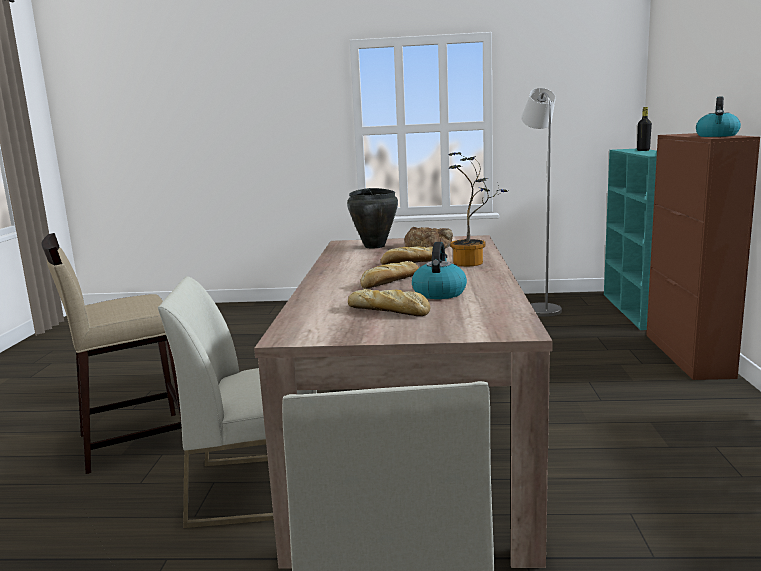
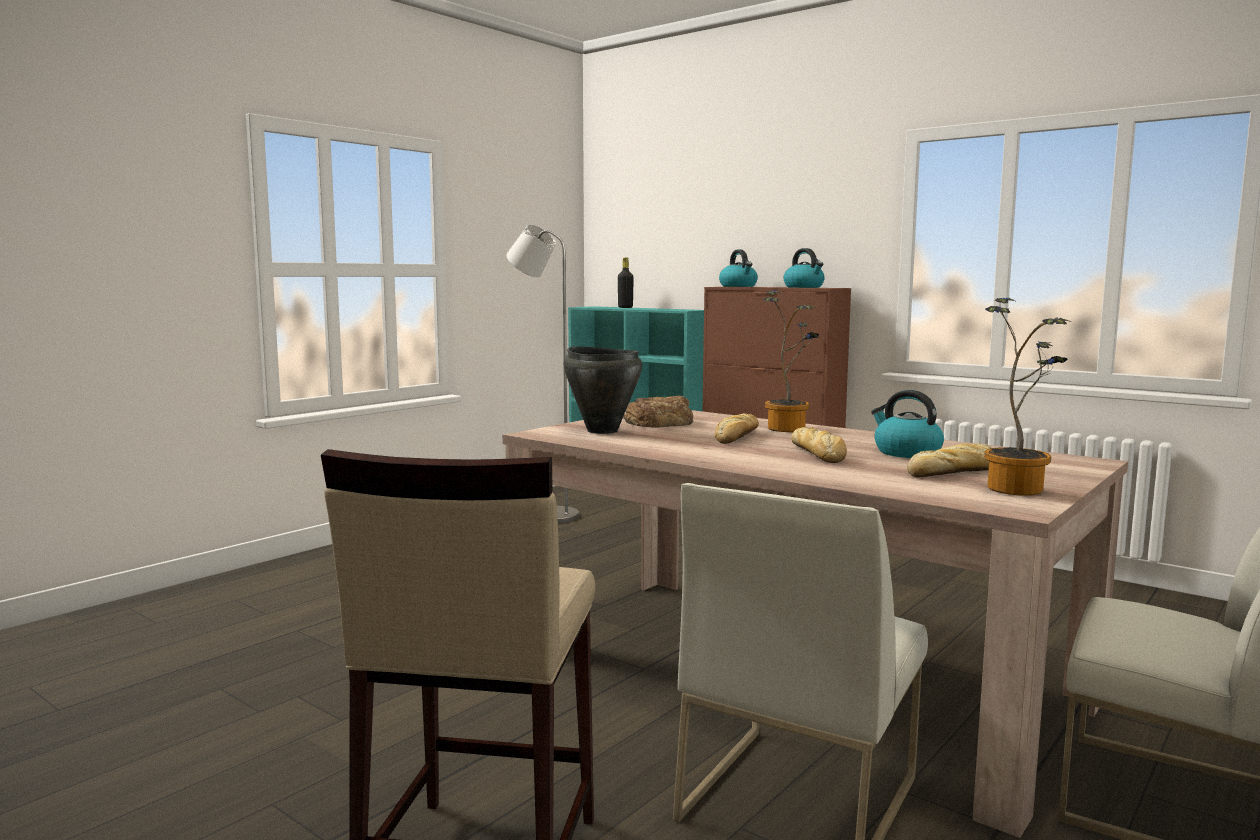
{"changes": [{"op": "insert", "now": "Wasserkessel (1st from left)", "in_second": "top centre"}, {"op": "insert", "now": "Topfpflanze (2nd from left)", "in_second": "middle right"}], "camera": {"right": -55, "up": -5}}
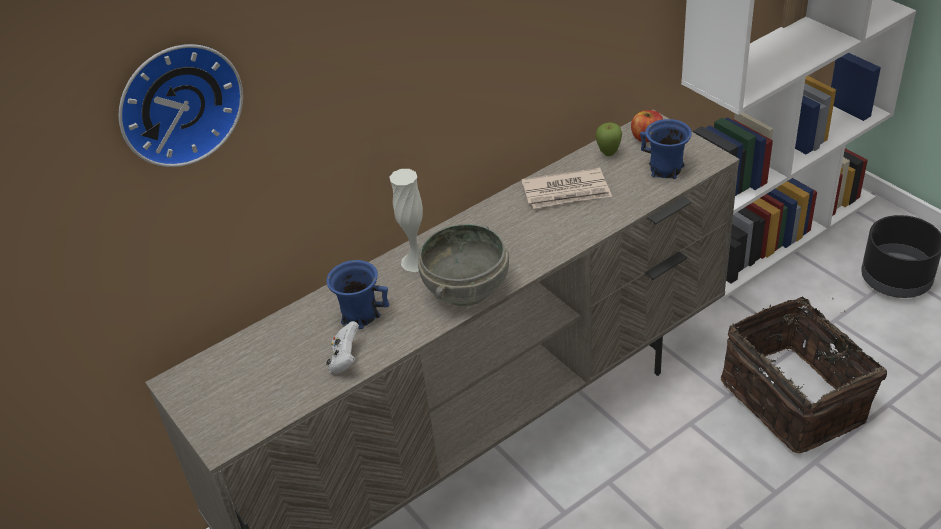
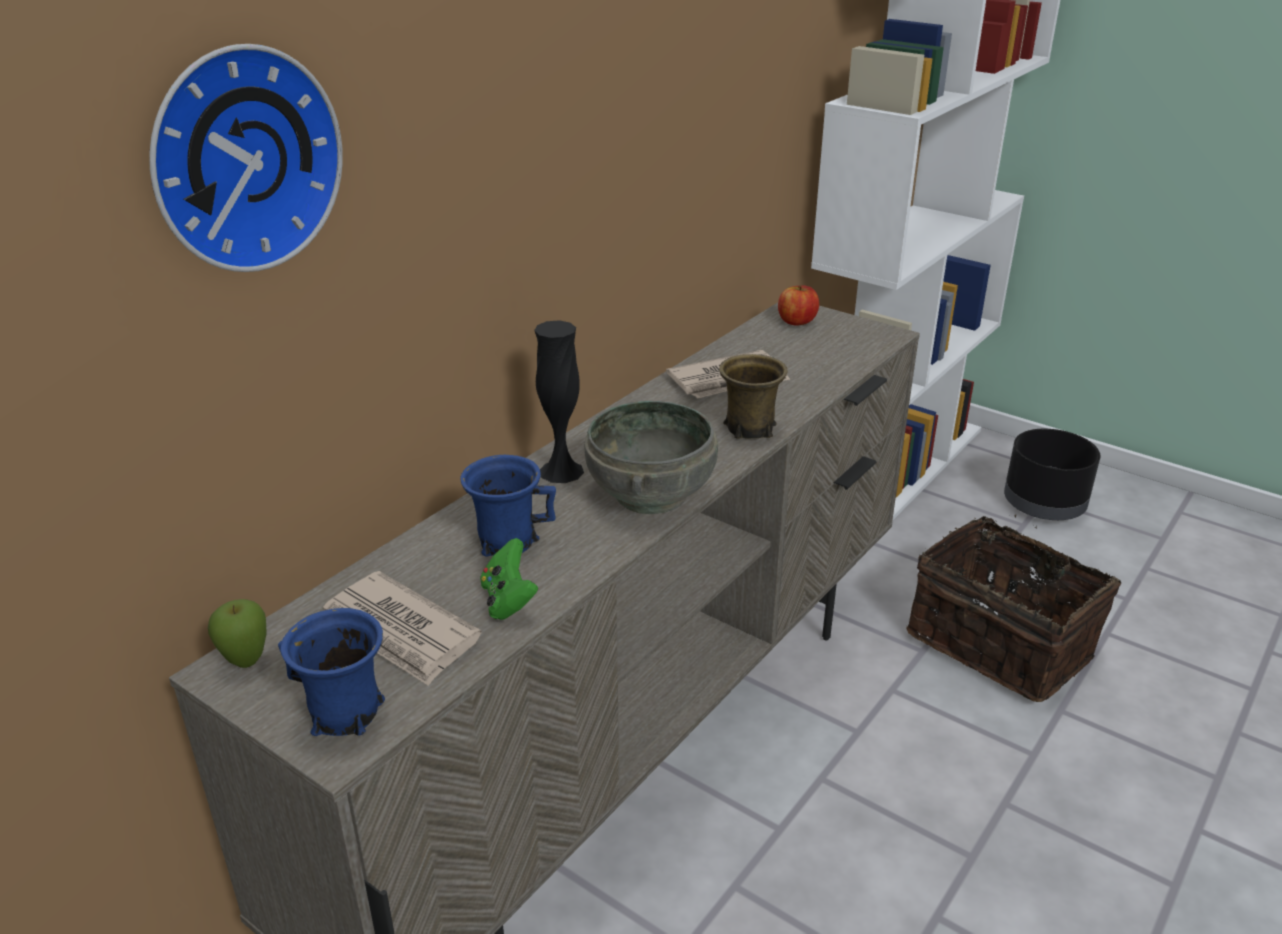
{"changes": [{"op": "insert", "now": "Zeitung (1st from left)", "in_second": "bottom left"}, {"op": "insert", "now": "Henkelbecher/braun", "in_second": "centre"}, {"op": "move", "was": "Apfel (1st from left)", "in_first": "top centre", "in_second": "bottom left"}, {"op": "move", "was": "Henkelbecher/blau (2nd from left in the first image)", "now": "Henkelbecher/blau (1st from left)", "in_first": "top right", "in_second": "bottom left"}, {"op": "recolor", "was": "Gamepad/weiß", "now": "Gamepad/grün", "in_first": "centre", "in_second": "centre"}, {"op": "recolor", "was": "Vase/weiß", "now": "Vase/schwarz", "in_first": "centre", "in_second": "centre"}], "camera": {"right": -20, "up": -10}}
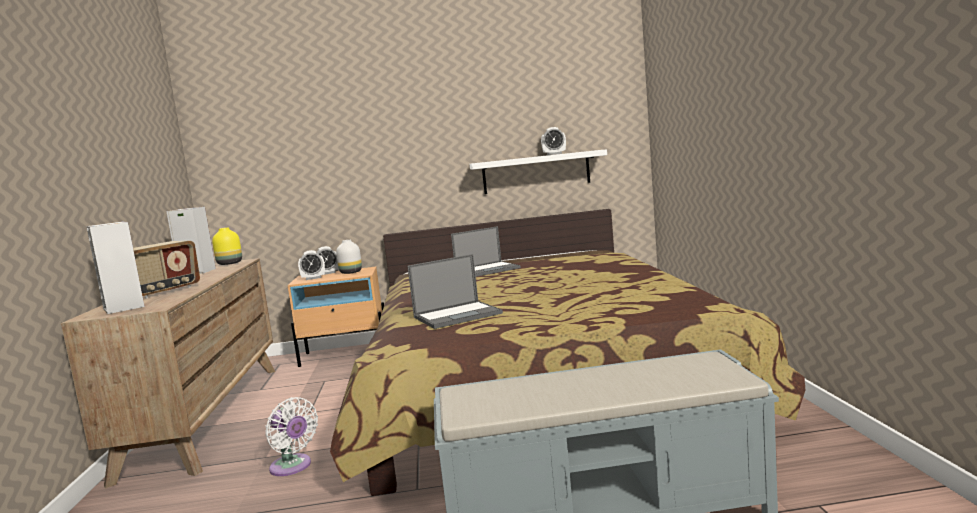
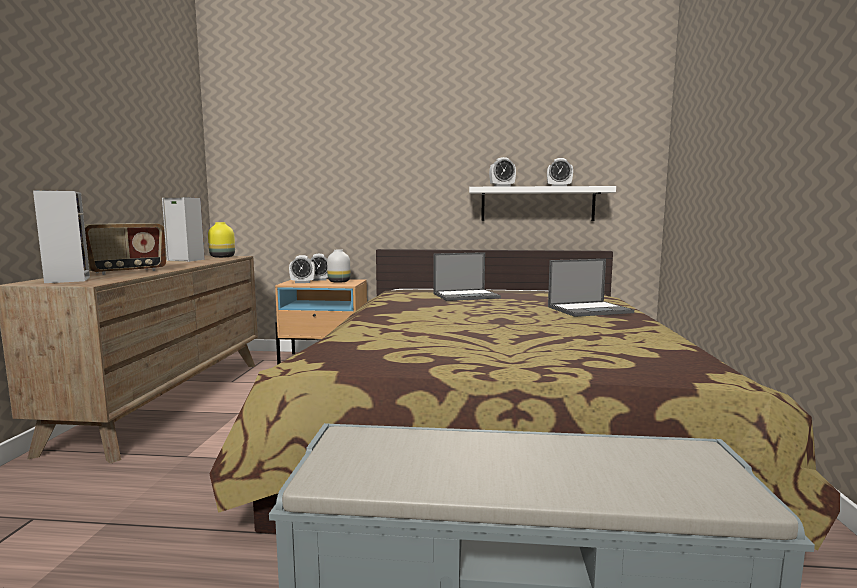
{"changes": [{"op": "delete", "was": "Ventilator/weiß", "in_first": "bottom left"}, {"op": "insert", "now": "Wecker (3rd from left)", "in_second": "top centre"}, {"op": "move", "was": "Laptop (1st from left in the first image)", "now": "Laptop (2nd from left)", "in_first": "centre", "in_second": "middle right"}], "camera": {"right": 10, "up": 0}}
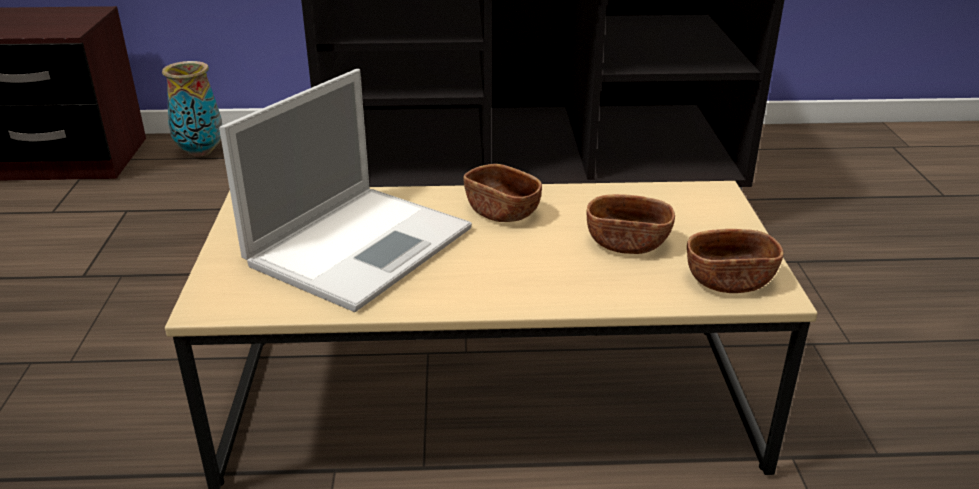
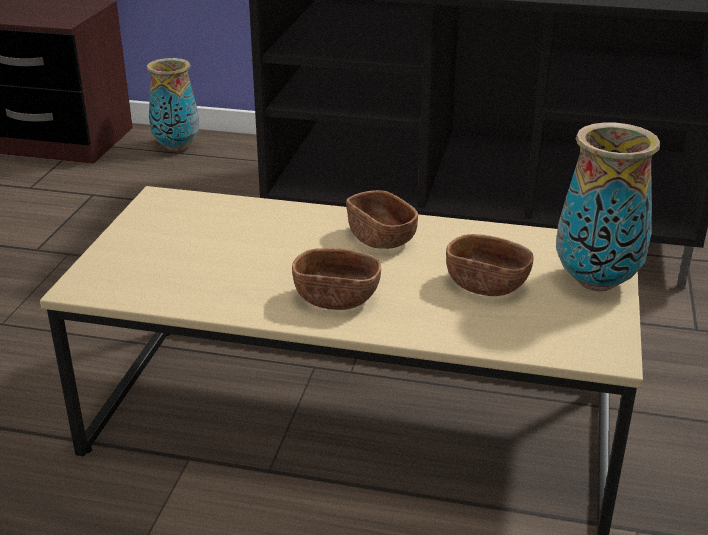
{"changes": [{"op": "delete", "was": "Laptop", "in_first": "centre"}, {"op": "insert", "now": "Vase (2nd from left)", "in_second": "middle right"}, {"op": "move", "was": "Schüssel/braun (3rd from left in the first image)", "now": "Schüssel/braun (1st from left)", "in_first": "middle right", "in_second": "centre"}], "camera": {"right": 15, "up": 0}}
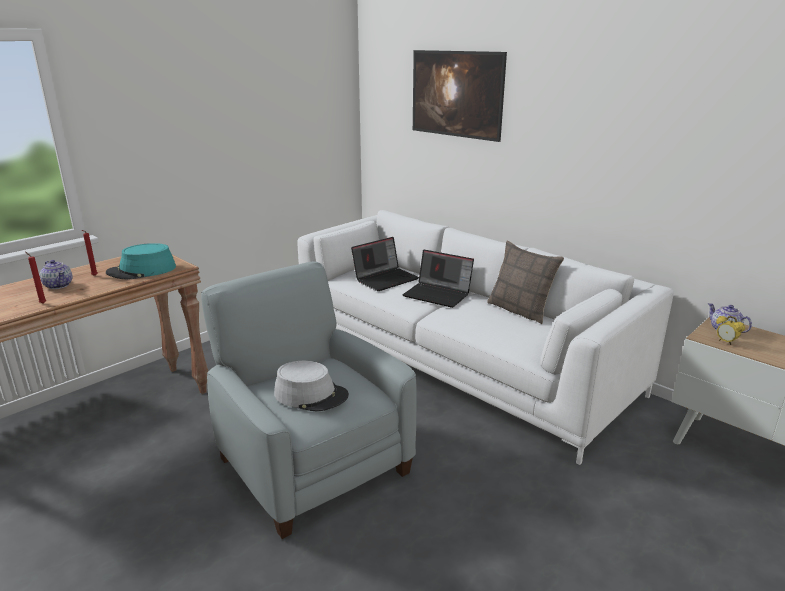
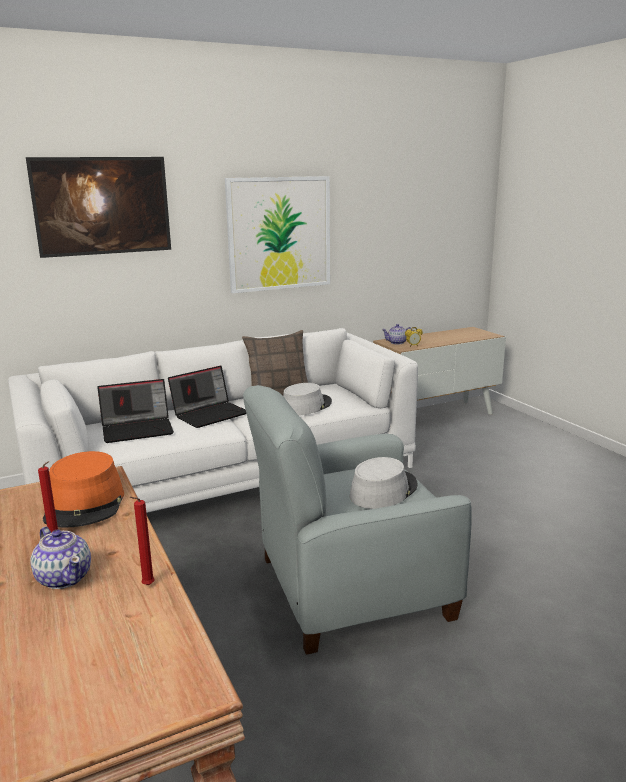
{"changes": [{"op": "insert", "now": "Bild (2nd from left)", "in_second": "top centre"}, {"op": "insert", "now": "Hut/grau (1st from left)", "in_second": "centre"}, {"op": "recolor", "was": "Hut/türkis", "now": "Hut/orange", "in_first": "middle left", "in_second": "middle left"}, {"op": "rotate", "was": "Teekanne (1st from left)", "in_first": "middle left", "in_second": "bottom left", "clockwise": 75}, {"op": "rotate", "was": "Laptop (1st from left)", "in_first": "centre", "in_second": "middle left", "clockwise": 90}], "camera": {"right": -70, "up": -5}}
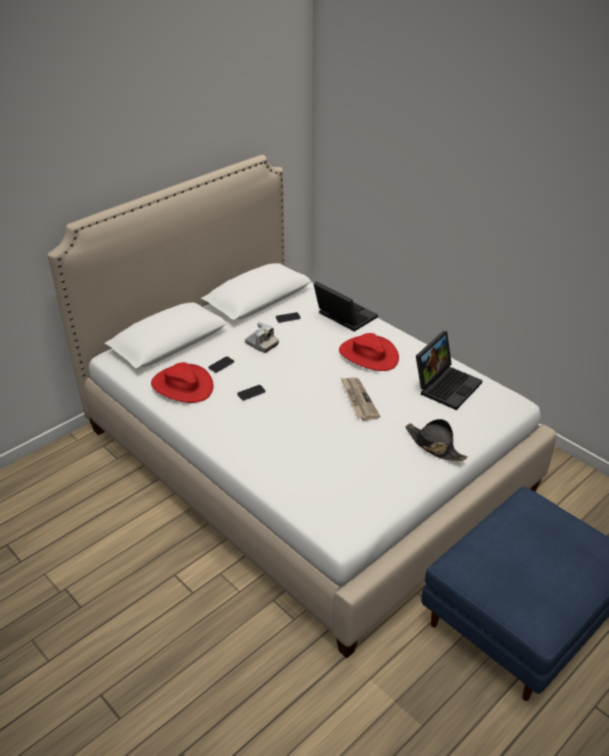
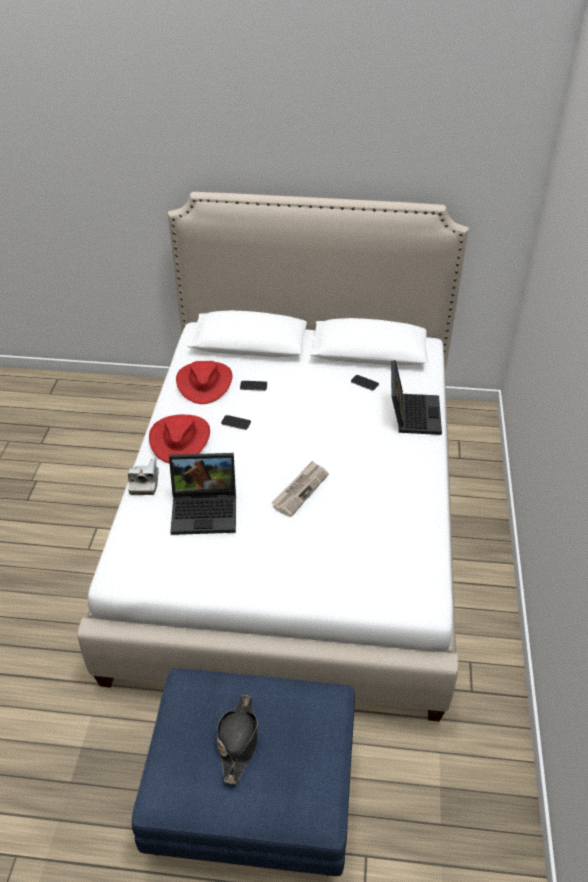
{"changes": [{"op": "move", "was": "Kamera", "in_first": "centre", "in_second": "middle left"}, {"op": "move", "was": "Hut/rot (2nd from left in the first image)", "now": "Hut/rot (1st from left)", "in_first": "centre", "in_second": "middle left"}, {"op": "move", "was": "Hut/schwarz", "in_first": "middle right", "in_second": "bottom centre"}, {"op": "move", "was": "Laptop (2nd from left in the first image)", "now": "Laptop (1st from left)", "in_first": "middle right", "in_second": "centre"}], "camera": {"right": 50, "up": 5}}
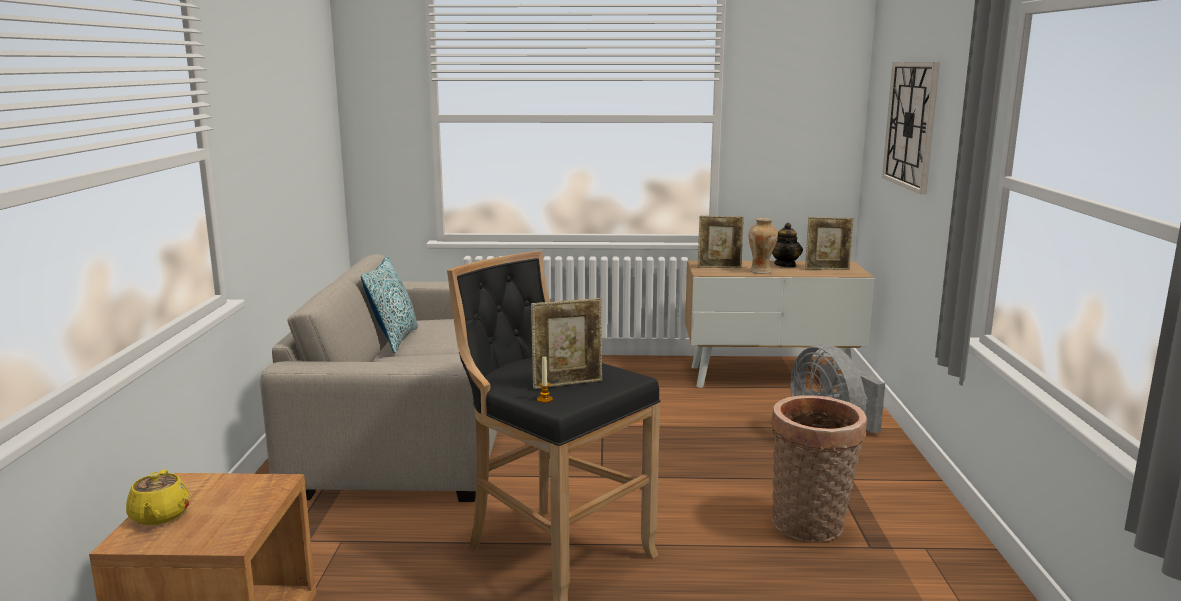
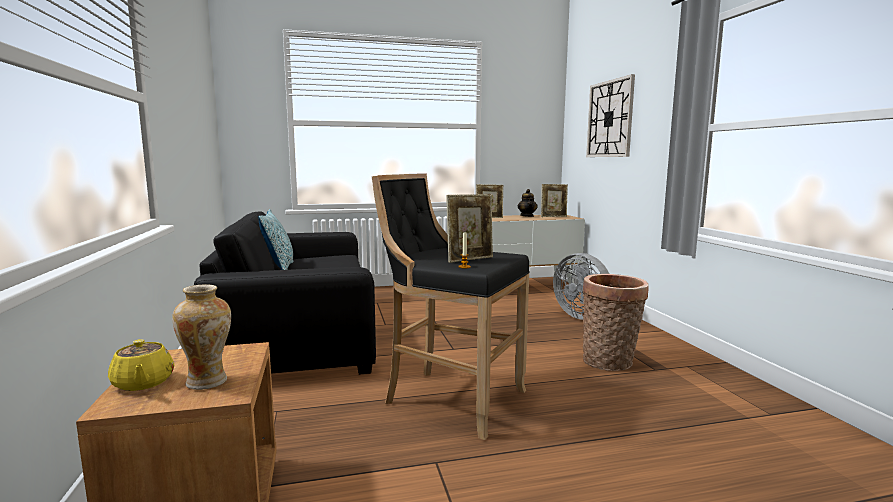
{"changes": [{"op": "move", "was": "Vase", "in_first": "centre", "in_second": "bottom left"}, {"op": "recolor", "was": "Sofa/beige", "now": "Sofa/schwarz", "in_first": "middle left", "in_second": "middle left"}], "camera": {"right": -15, "up": -5}}
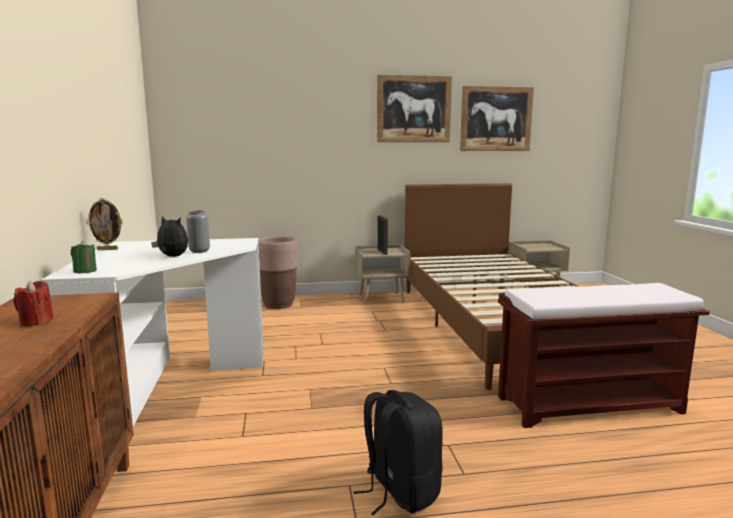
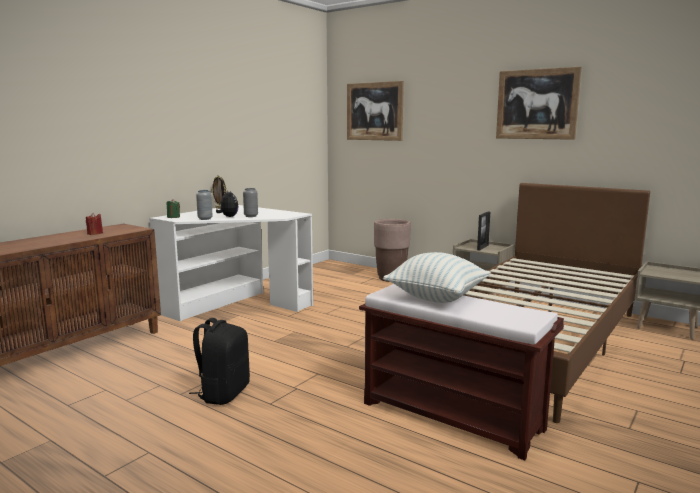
{"changes": [{"op": "insert", "now": "Vase/grau (1st from left)", "in_second": "middle left"}, {"op": "insert", "now": "Kissen", "in_second": "centre"}, {"op": "move", "was": "Bild (2nd from left in the first image)", "now": "Bild (1st from left)", "in_first": "top right", "in_second": "top centre"}], "camera": {"right": 45, "up": 0}}
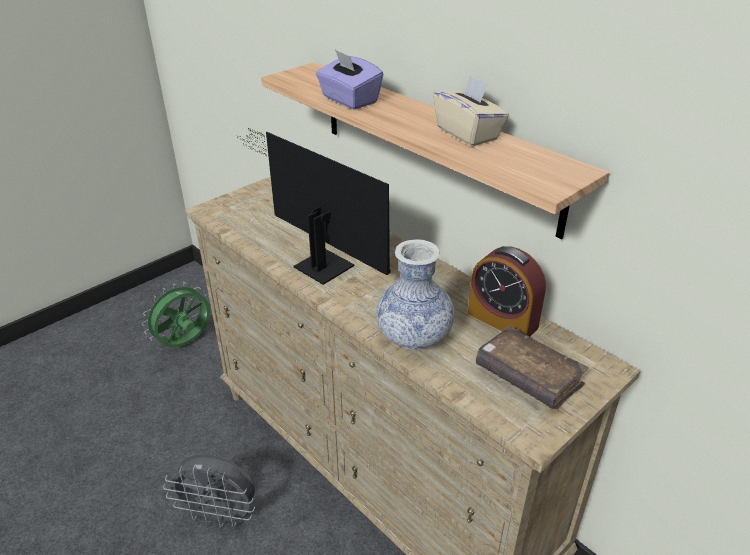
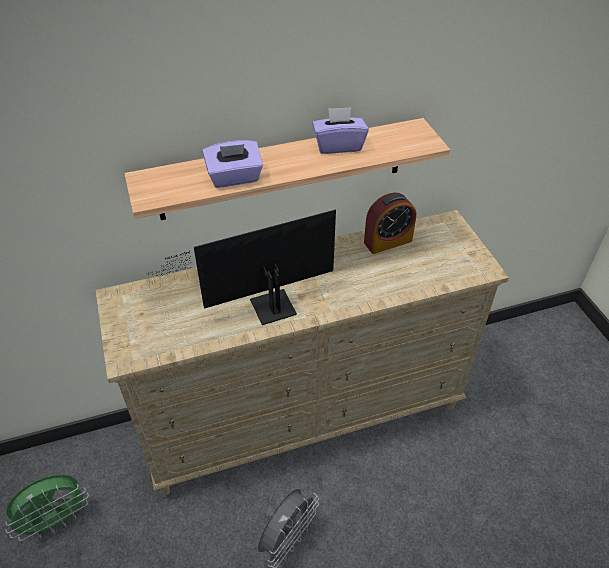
{"changes": [{"op": "delete", "was": "Vase", "in_first": "centre"}, {"op": "delete", "was": "Buch/braun", "in_first": "middle right"}, {"op": "recolor", "was": "Taschentuchbox/beige", "now": "Taschentuchbox/lila (2nd from left)", "in_first": "top centre", "in_second": "top centre"}, {"op": "rotate", "was": "Ventilator/grün", "in_first": "middle left", "in_second": "bottom left", "clockwise": -105}], "camera": {"right": -65, "up": 10}}
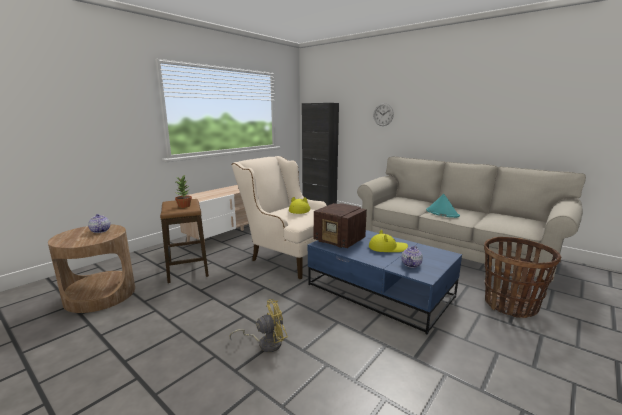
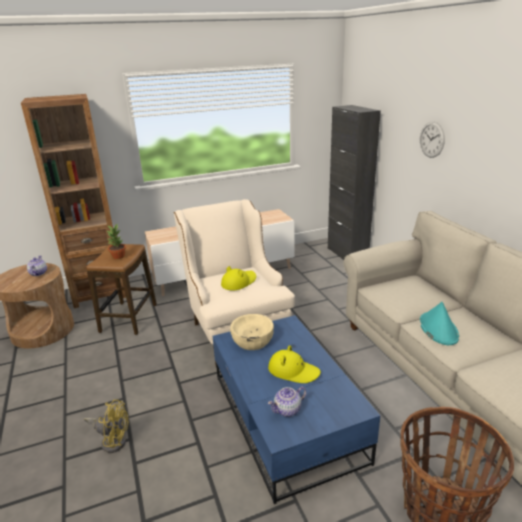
{"changes": [{"op": "insert", "now": "Bücherregal/braun", "in_second": "middle left"}, {"op": "replace", "was": "Radio", "now": "Schüssel/beige", "in_first": "centre", "in_second": "centre"}], "camera": {"right": 30, "up": 10}}
